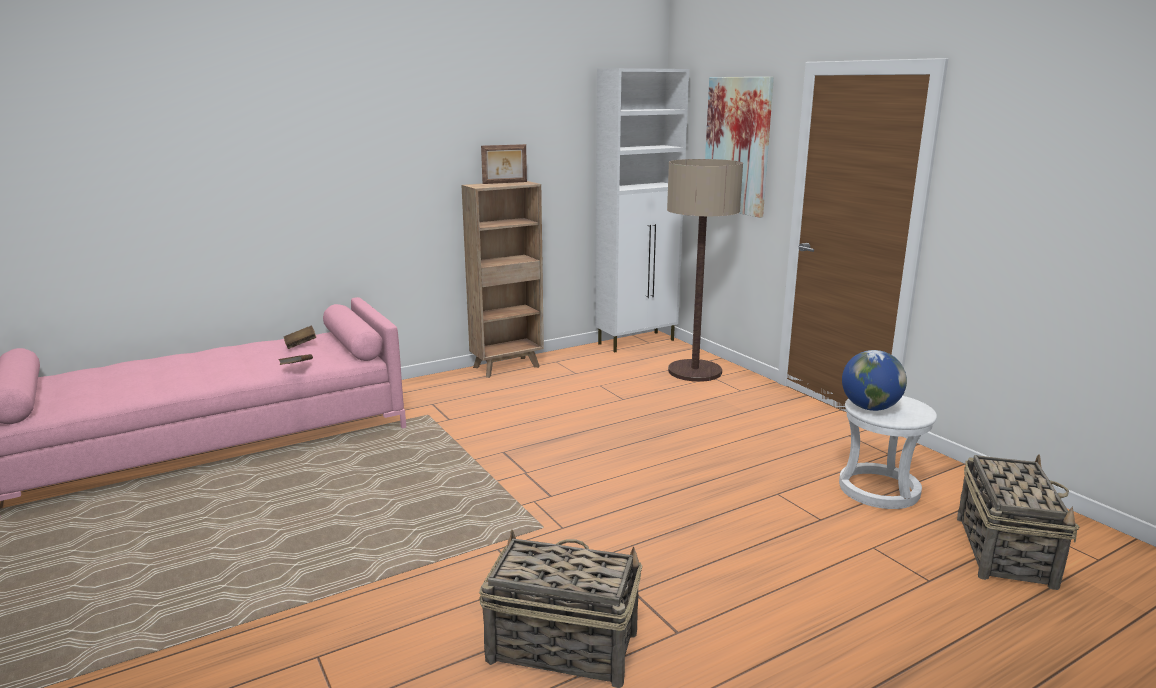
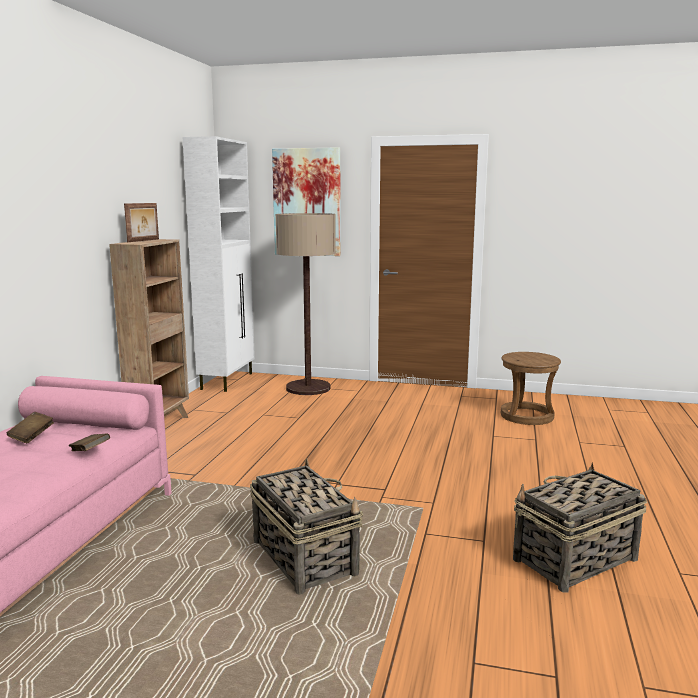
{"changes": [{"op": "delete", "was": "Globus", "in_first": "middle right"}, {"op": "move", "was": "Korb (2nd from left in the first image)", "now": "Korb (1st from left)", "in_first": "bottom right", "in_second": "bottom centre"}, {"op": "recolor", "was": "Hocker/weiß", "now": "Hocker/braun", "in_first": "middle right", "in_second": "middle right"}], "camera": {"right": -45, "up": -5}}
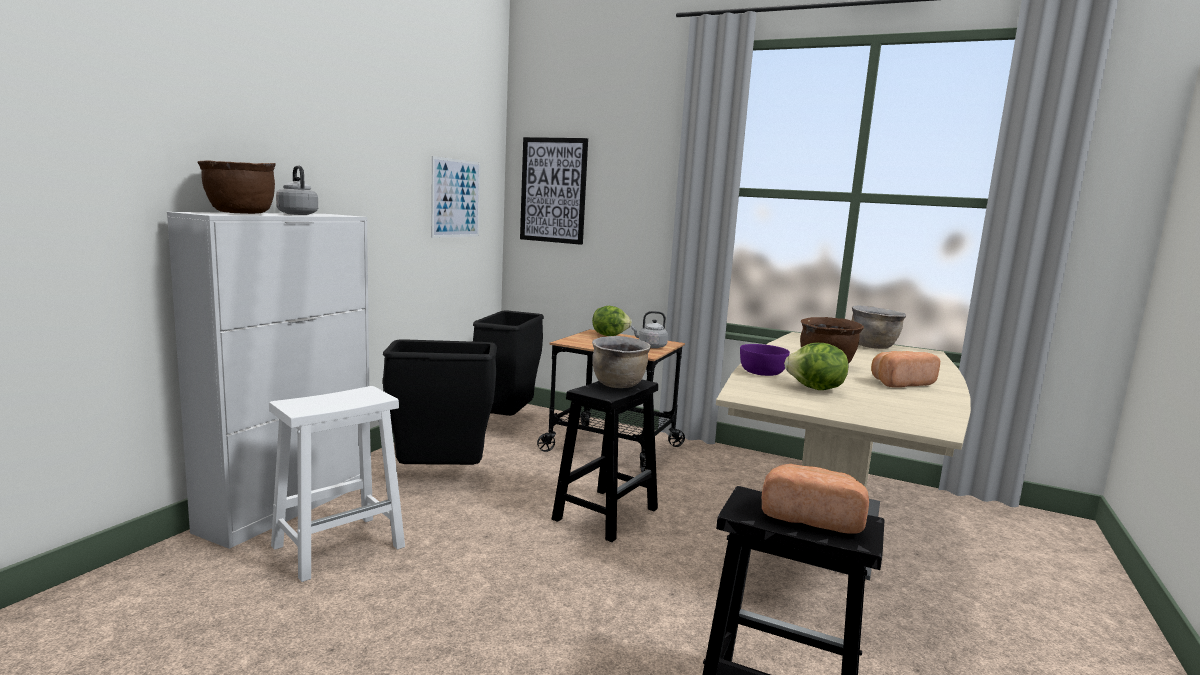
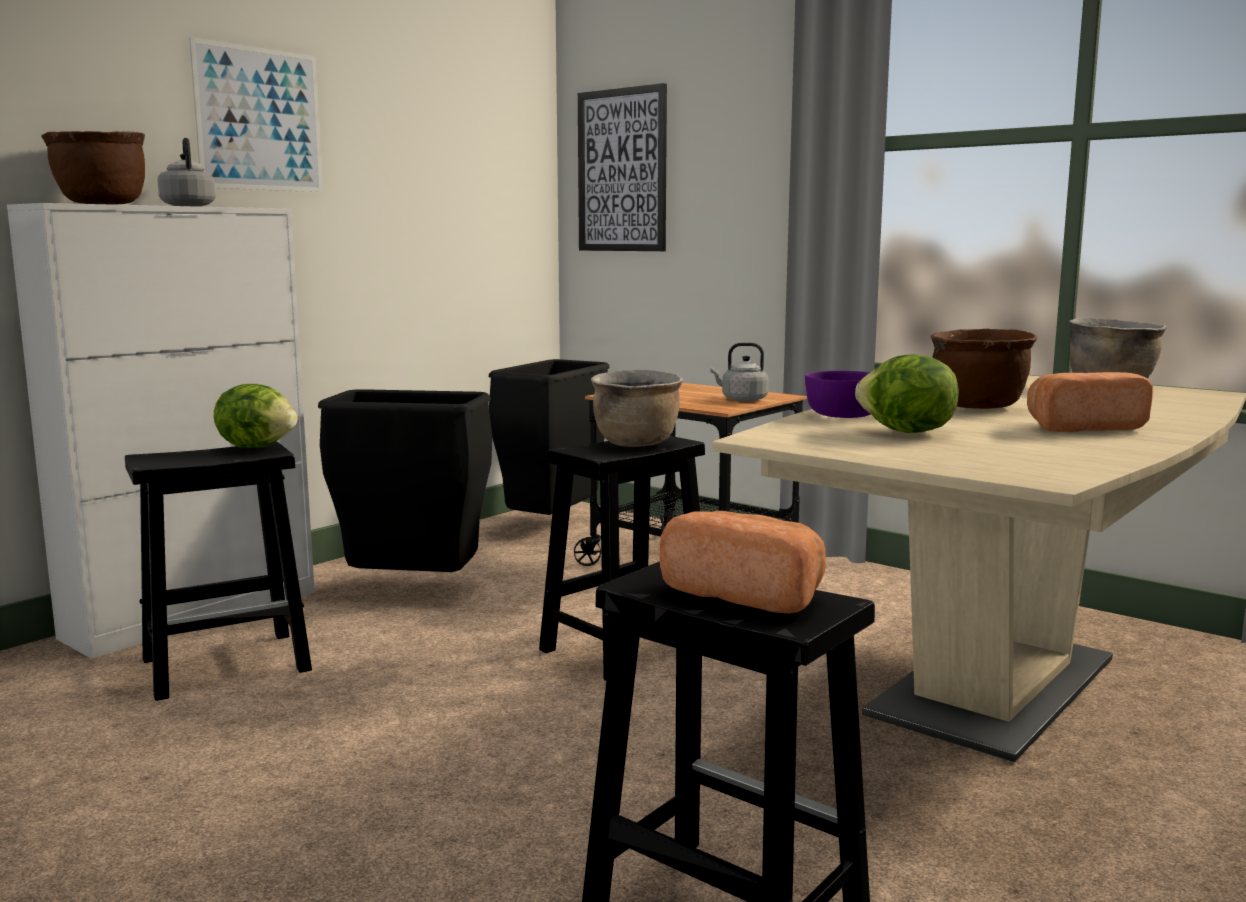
{"changes": [{"op": "move", "was": "Bild (1st from left)", "in_first": "top centre", "in_second": "top left"}, {"op": "move", "was": "Salatkopf (1st from left)", "in_first": "centre", "in_second": "middle left"}, {"op": "recolor", "was": "Hocker/weiß", "now": "Hocker/schwarz (1st from left)", "in_first": "bottom left", "in_second": "middle left"}], "camera": {"right": 15, "up": 0}}
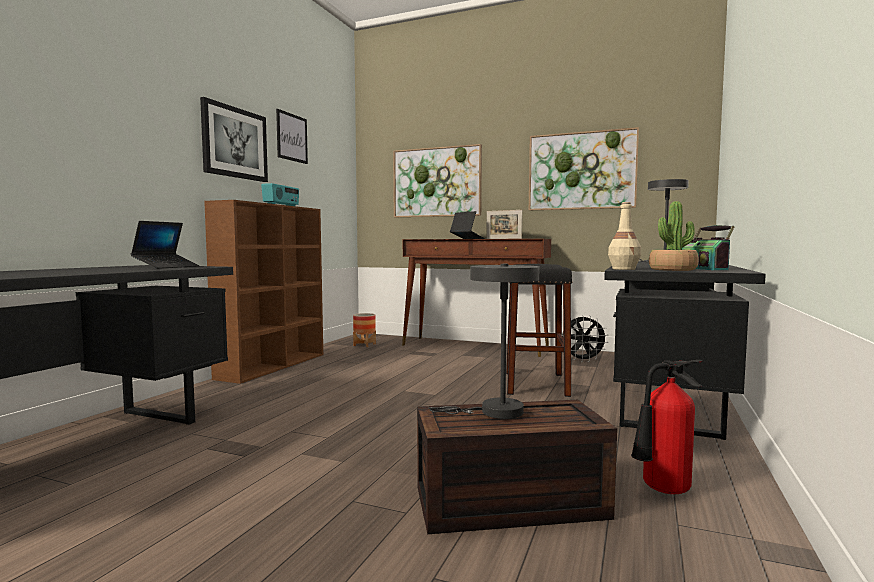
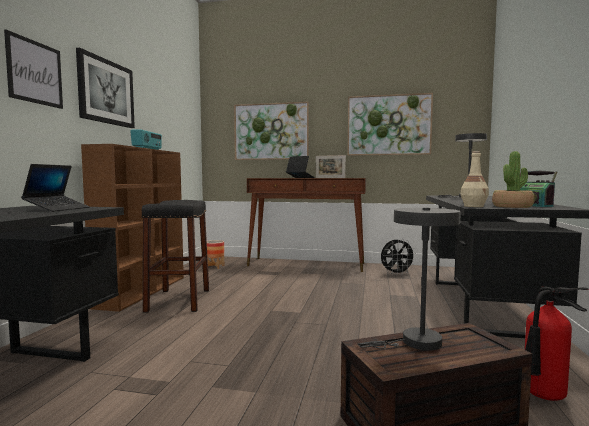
{"changes": [{"op": "move", "was": "Bild (2nd from left in the first image)", "now": "Bild (1st from left)", "in_first": "top centre", "in_second": "top left"}, {"op": "move", "was": "Hocker/schwarz", "in_first": "centre", "in_second": "middle left"}], "camera": {"right": -10, "up": 0}}
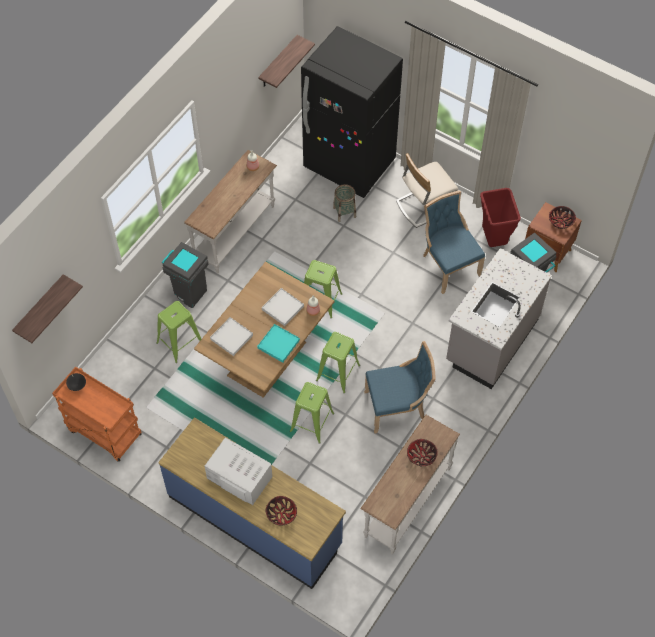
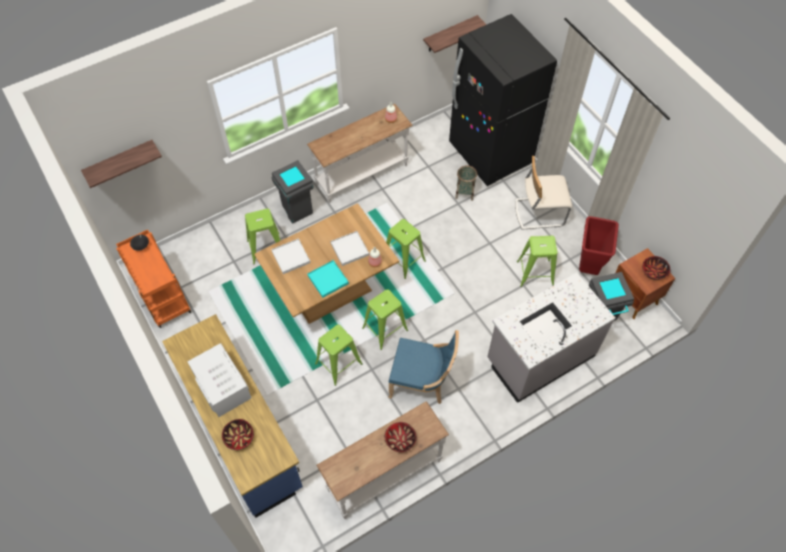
{"changes": [{"op": "replace", "was": "Stuhl/blau (2nd from left)", "now": "Hocker/grün (5th from left)", "in_first": "middle right", "in_second": "middle right"}], "camera": {"right": 25, "up": 0}}
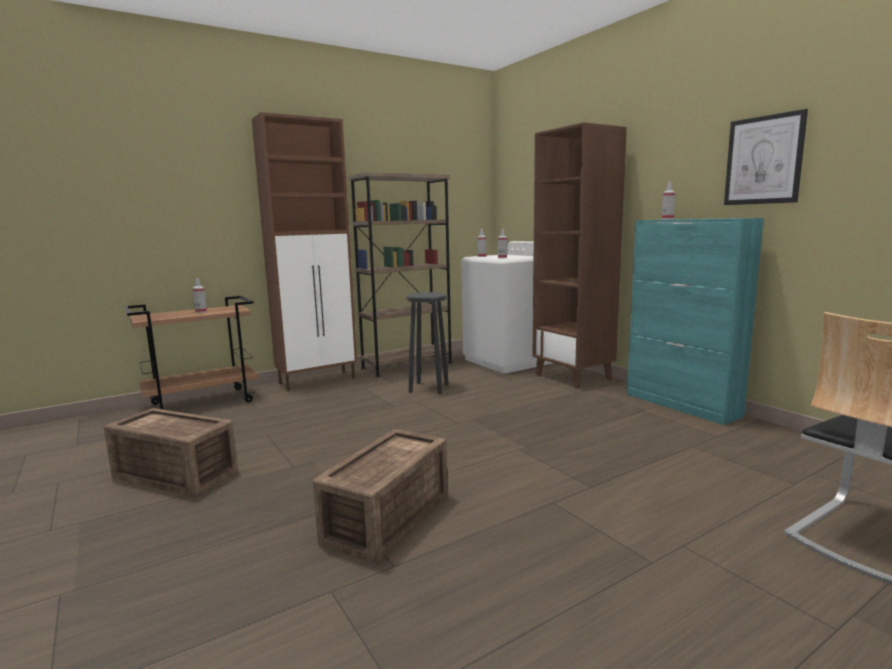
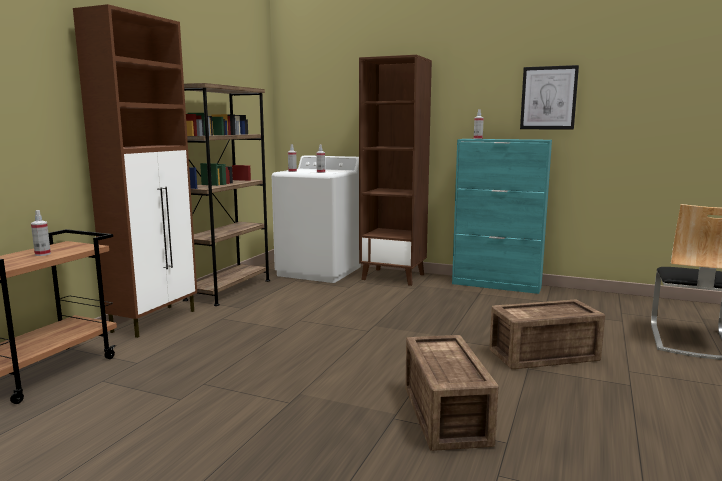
{"changes": [{"op": "delete", "was": "Hocker/schwarz", "in_first": "centre"}, {"op": "move", "was": "Kiste (1st from left in the first image)", "now": "Kiste (2nd from left)", "in_first": "bottom left", "in_second": "bottom right"}], "camera": {"right": -35, "up": 0}}
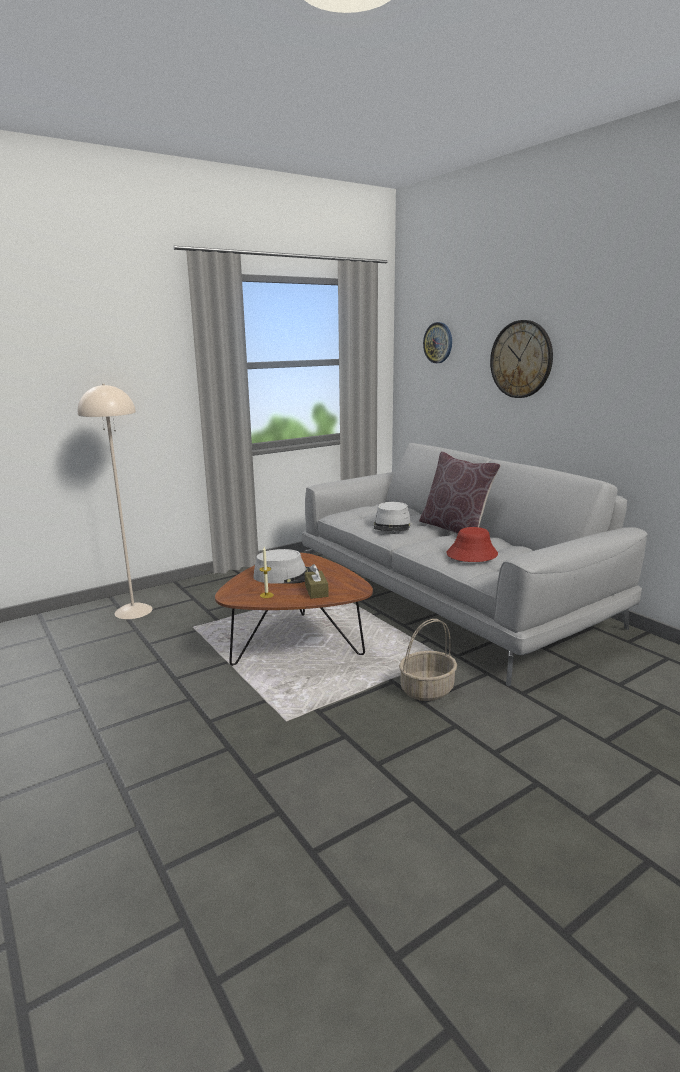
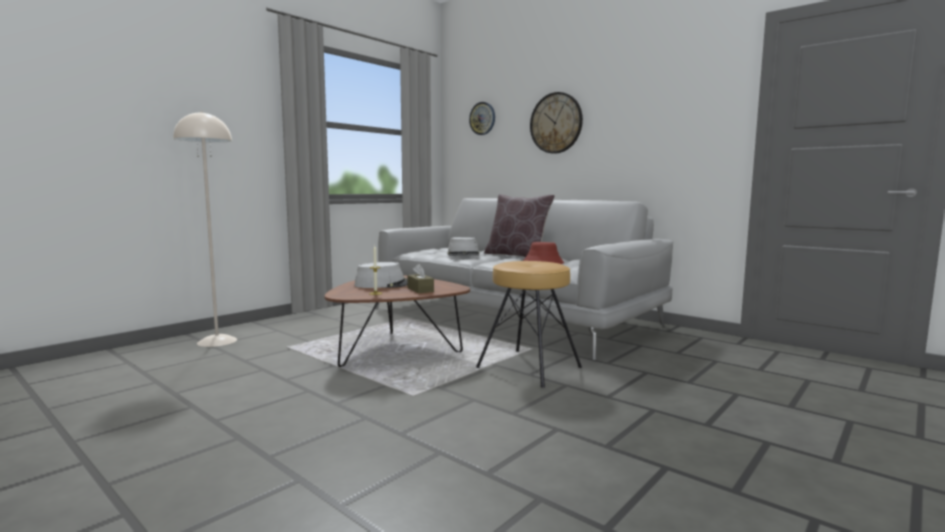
{"changes": [{"op": "replace", "was": "Korb", "now": "Hocker/braun", "in_first": "centre", "in_second": "centre"}], "camera": {"right": -15, "up": -10}}
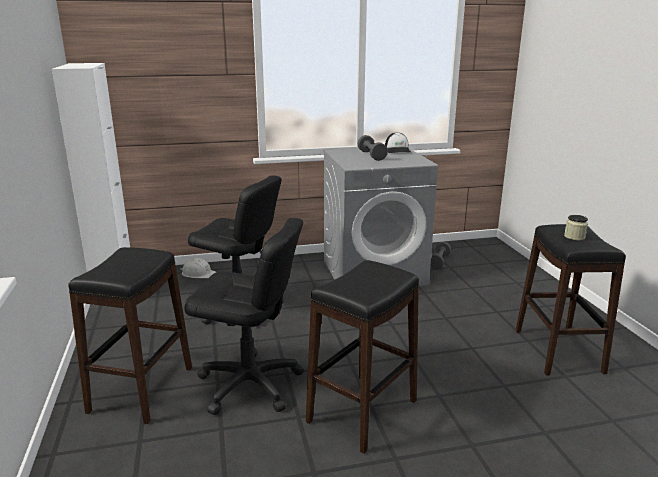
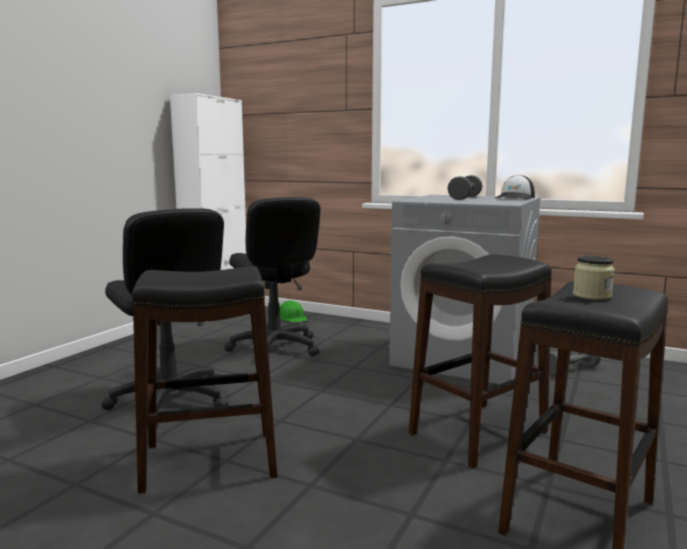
{"changes": [{"op": "move", "was": "Hocker/schwarz (1st from left in the first image)", "now": "Hocker/schwarz (2nd from left)", "in_first": "bottom left", "in_second": "middle right"}, {"op": "recolor", "was": "Schutzhelm/weiß", "now": "Schutzhelm/grün", "in_first": "middle left", "in_second": "centre"}], "camera": {"right": 40, "up": -10}}
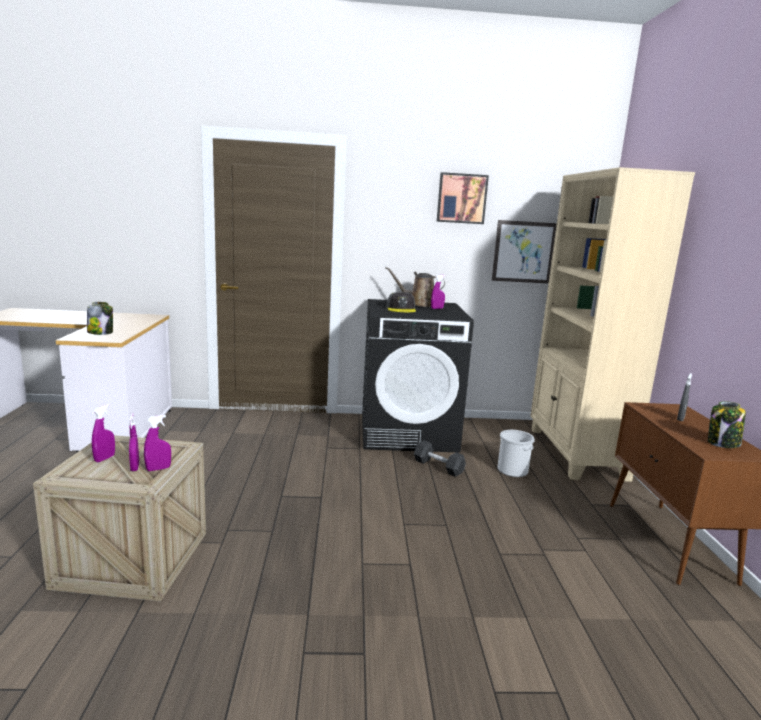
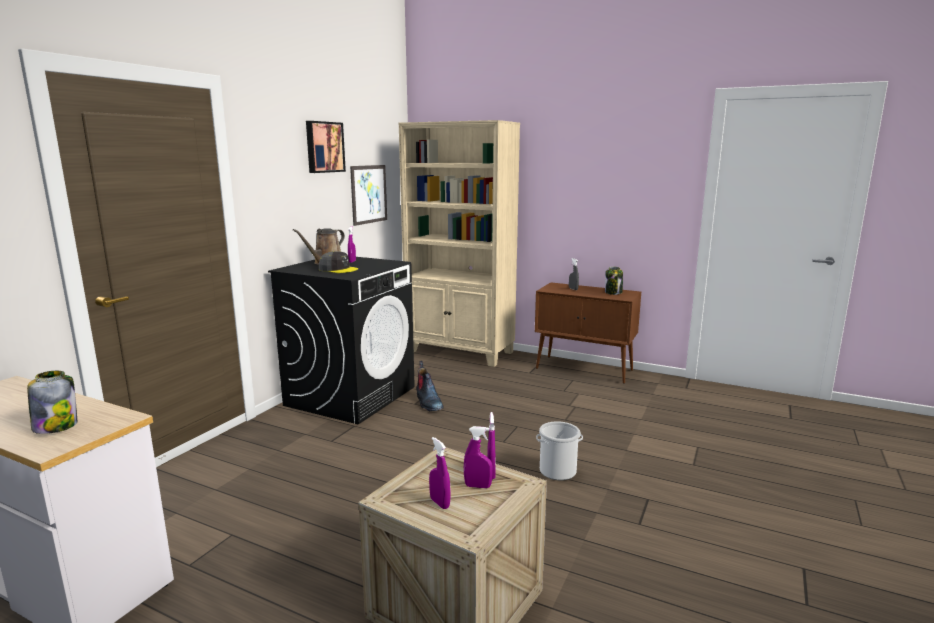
{"changes": [{"op": "move", "was": "Eimer", "in_first": "middle right", "in_second": "bottom centre"}, {"op": "replace", "was": "Hantel/grau", "now": "Stiefel", "in_first": "centre", "in_second": "centre"}], "camera": {"right": -60, "up": 0}}
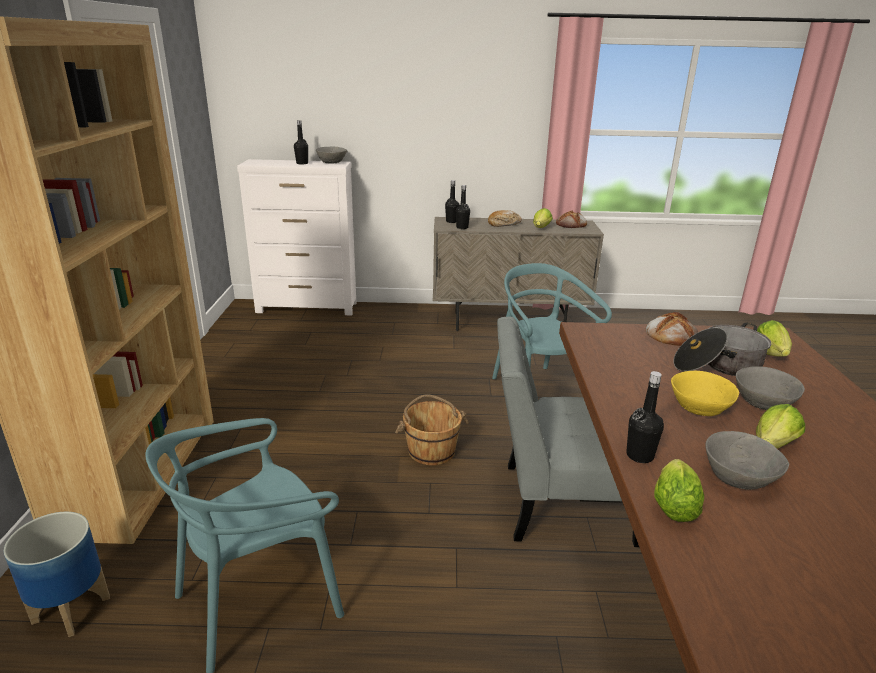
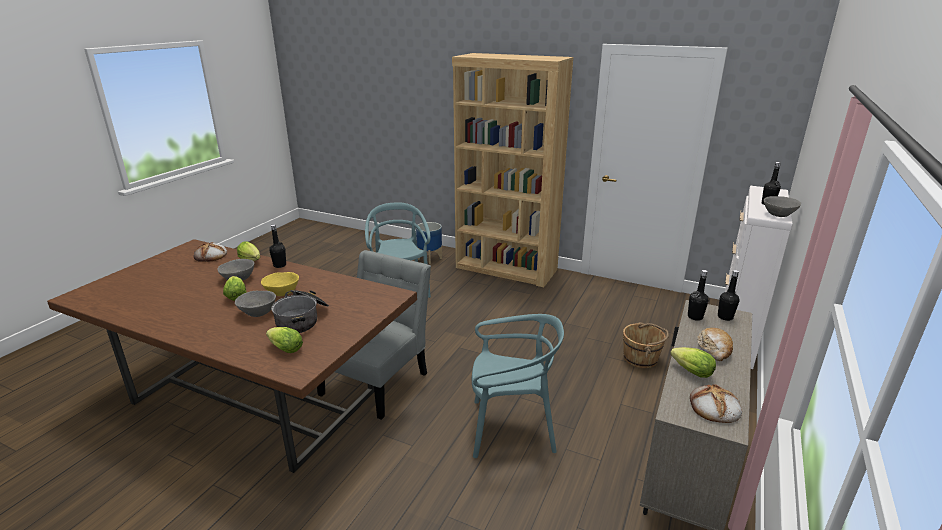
{"changes": [{"op": "move", "was": "Eimer/braun", "in_first": "centre", "in_second": "middle right"}, {"op": "move", "was": "Brot (3rd from left in the first image)", "now": "Brot (1st from left)", "in_first": "middle right", "in_second": "middle left"}], "camera": {"right": 115, "up": 0}}
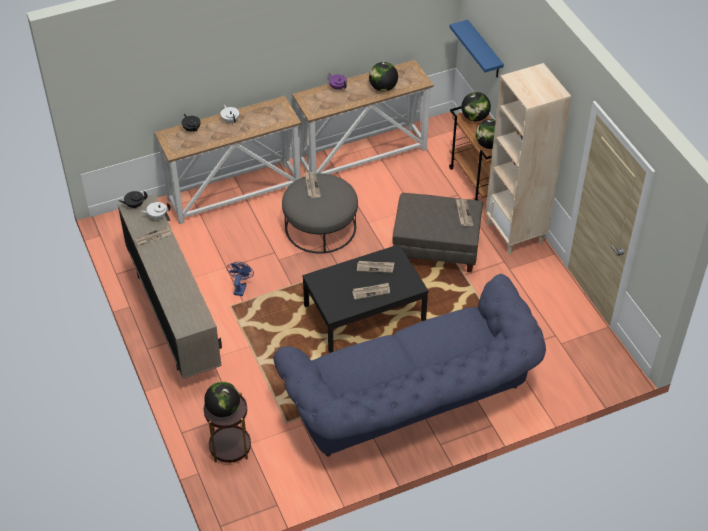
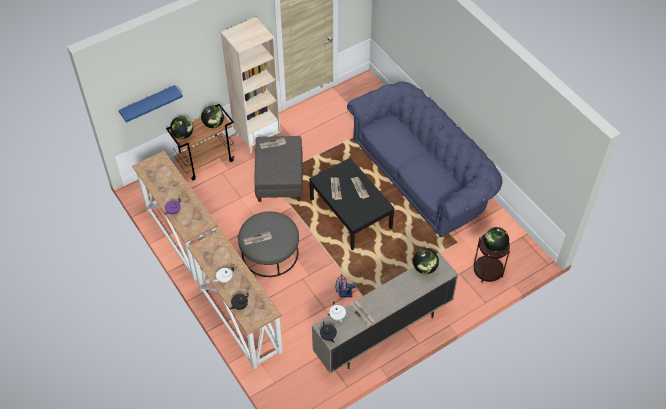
{"changes": [{"op": "move", "was": "Globus (2nd from left in the first image)", "now": "Globus (3rd from left)", "in_first": "top centre", "in_second": "centre"}], "camera": {"right": -100, "up": 5}}
